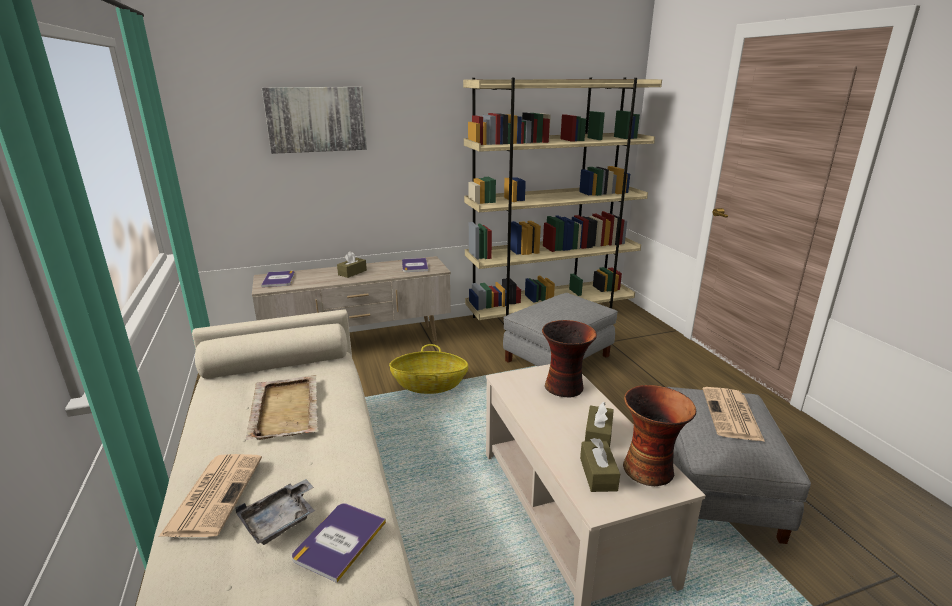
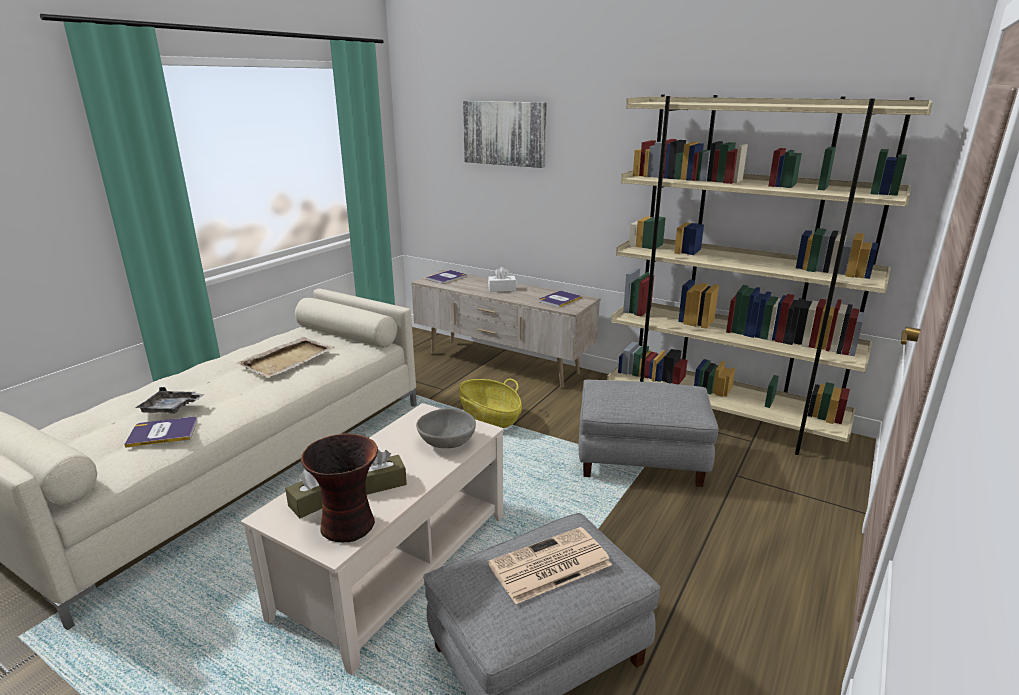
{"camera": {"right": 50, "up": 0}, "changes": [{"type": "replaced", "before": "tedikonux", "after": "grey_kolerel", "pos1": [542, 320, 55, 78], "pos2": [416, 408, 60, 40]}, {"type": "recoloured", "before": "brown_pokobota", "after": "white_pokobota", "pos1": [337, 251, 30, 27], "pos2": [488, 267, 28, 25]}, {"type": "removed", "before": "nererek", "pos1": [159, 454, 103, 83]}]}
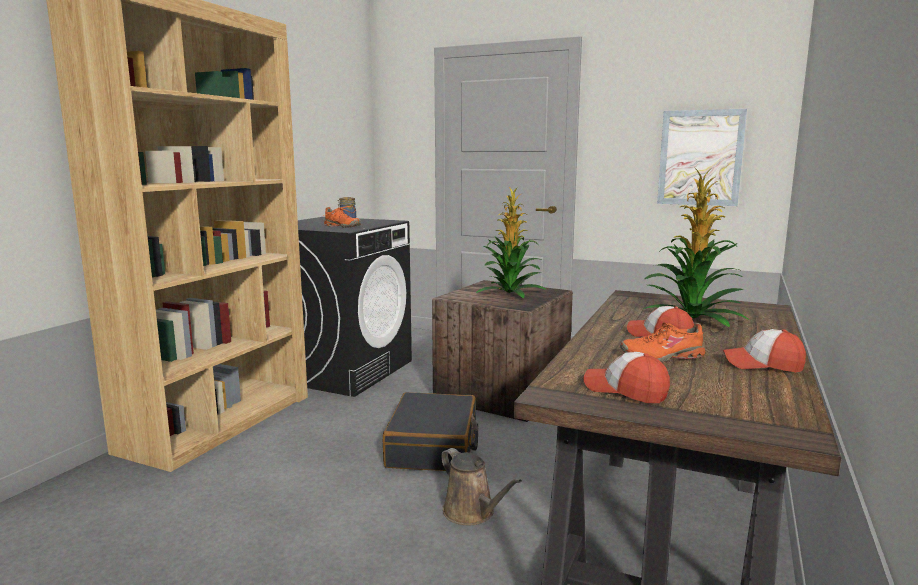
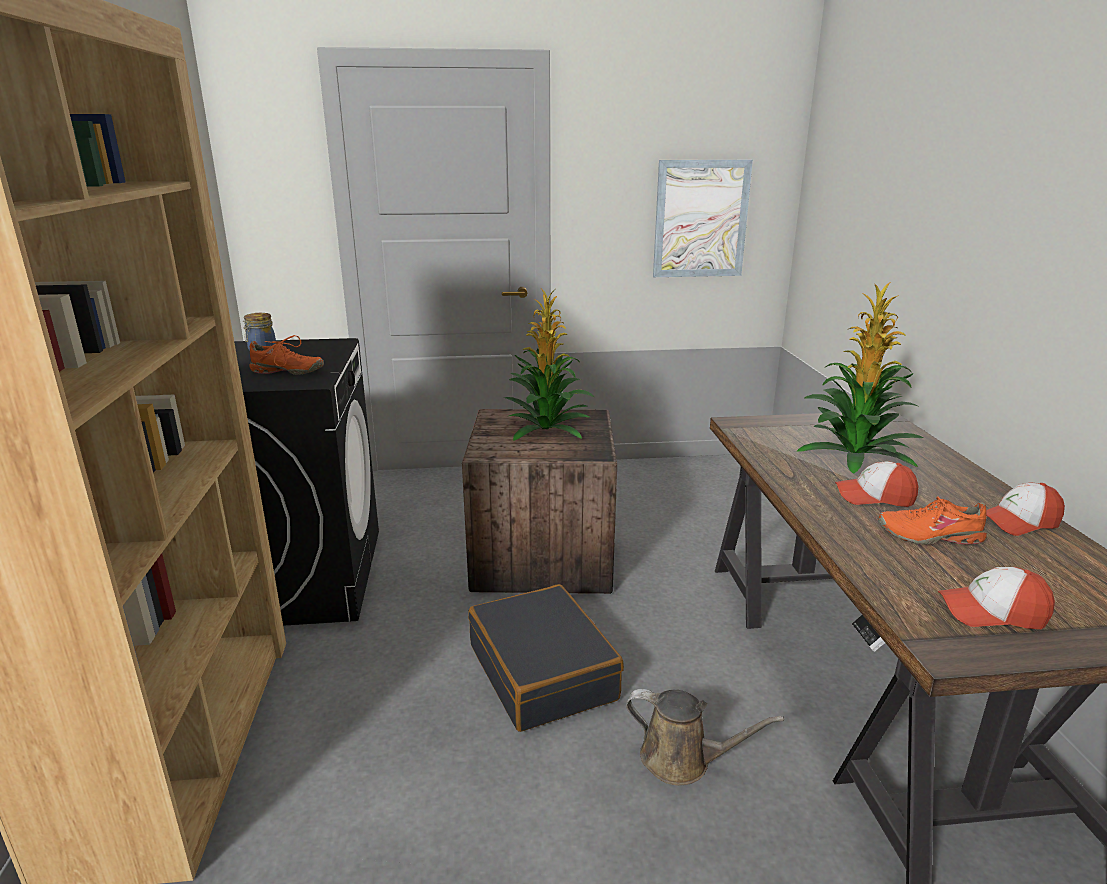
{"camera": {"right": -30, "up": 10}, "changes": [{"type": "turned", "before": "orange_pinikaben", "pos1": [620, 322, 85, 40], "pos2": [878, 496, 109, 49], "turn": 45}]}
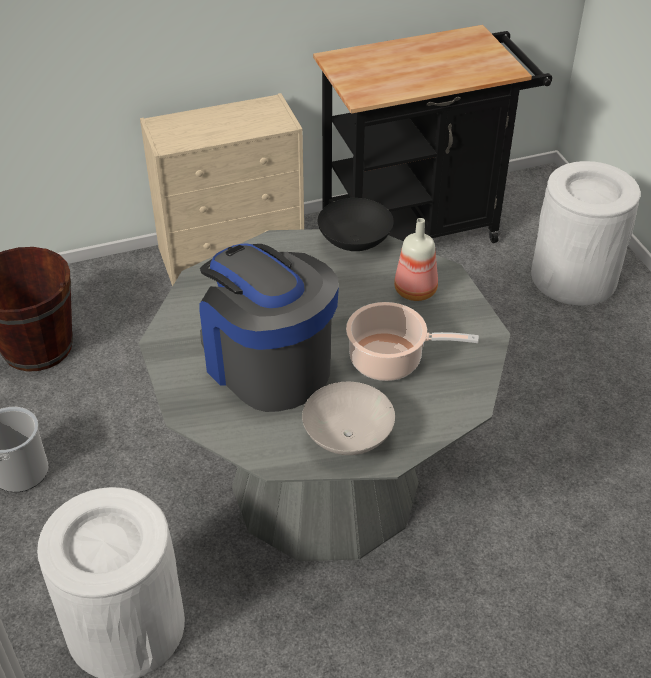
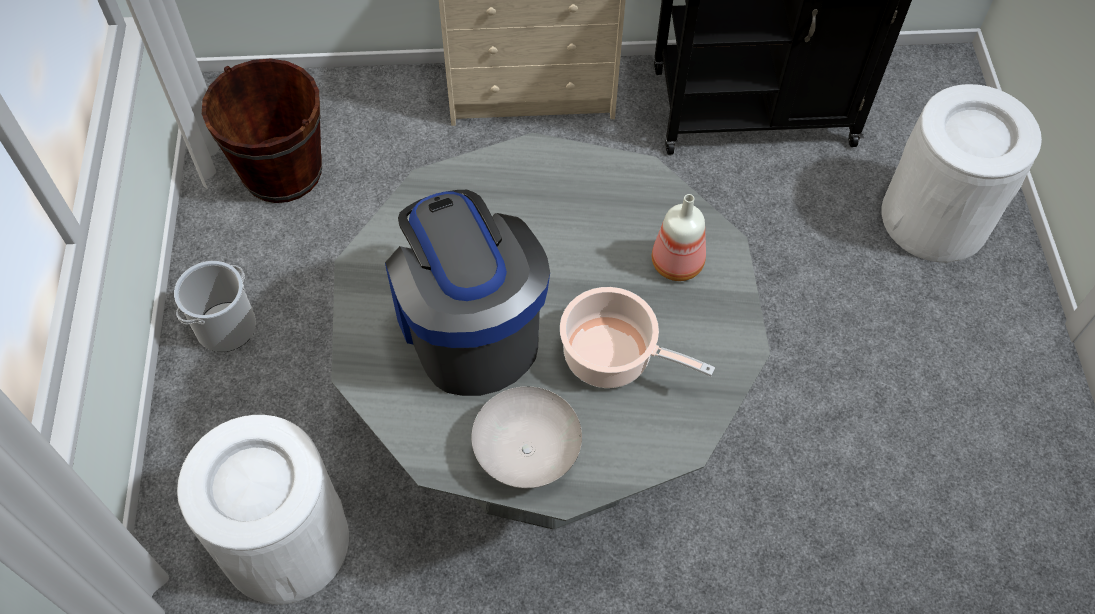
{"camera": {"right": 15, "up": 15}, "changes": [{"type": "removed", "before": "black_kolerel", "pos1": [318, 198, 76, 53]}]}
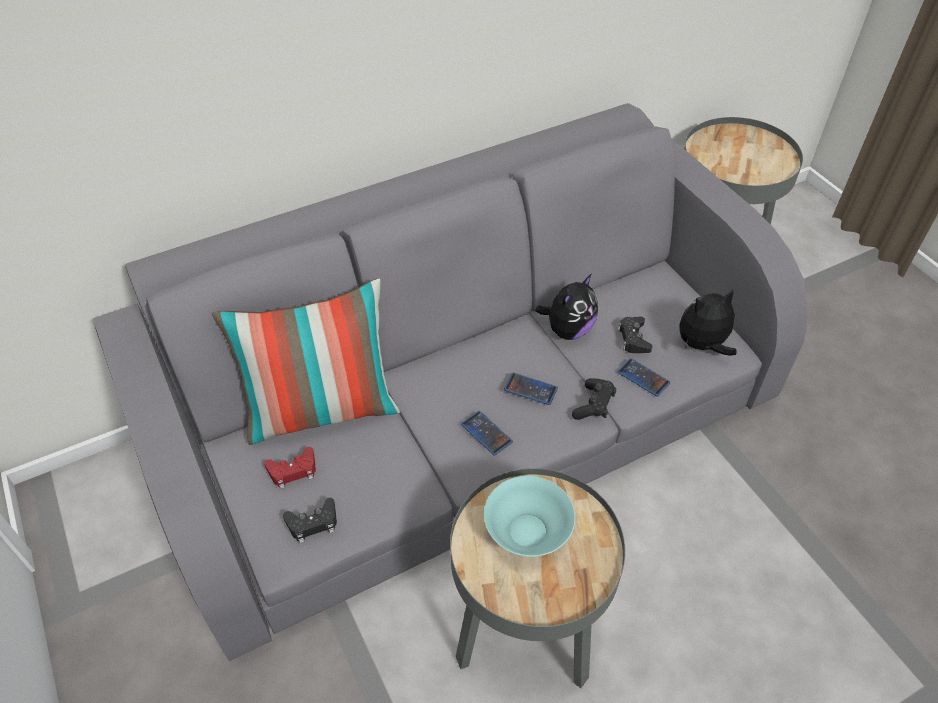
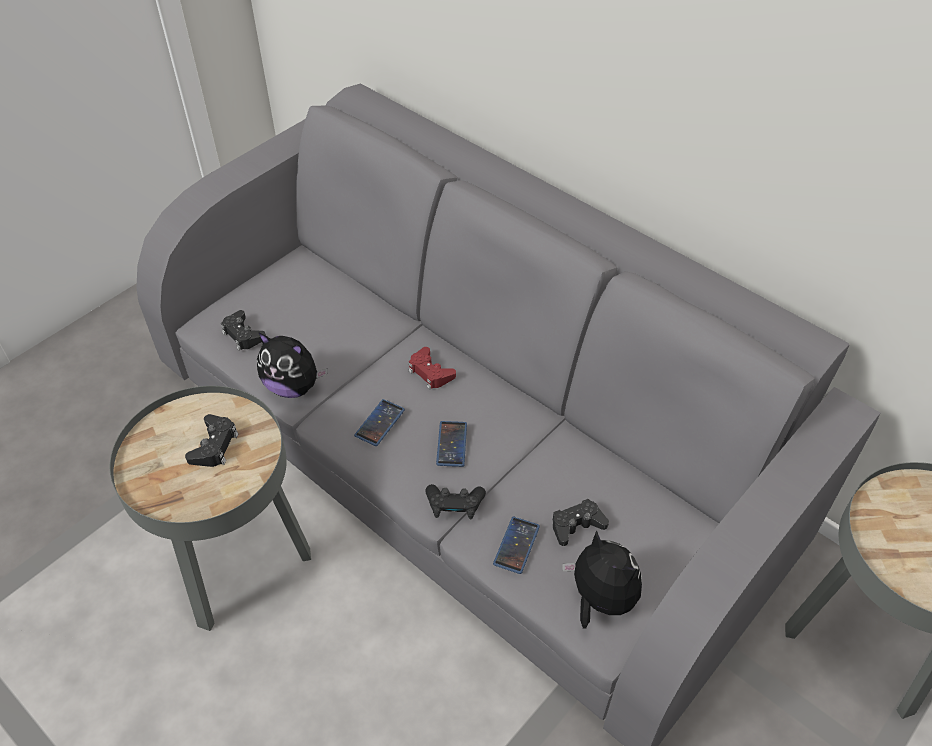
{"camera": {"right": 70, "up": 0}, "changes": [{"type": "replaced", "before": "turquoise_kolerel", "after": "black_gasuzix", "pos1": [484, 476, 91, 81], "pos2": [185, 414, 53, 53]}, {"type": "moved", "before": "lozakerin", "pos1": [536, 274, 62, 66], "pos2": [257, 332, 71, 66]}, {"type": "moved", "before": "red_gasuzix", "pos1": [264, 447, 52, 42], "pos2": [409, 347, 47, 42]}, {"type": "removed", "before": "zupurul", "pos1": [212, 278, 188, 167]}]}
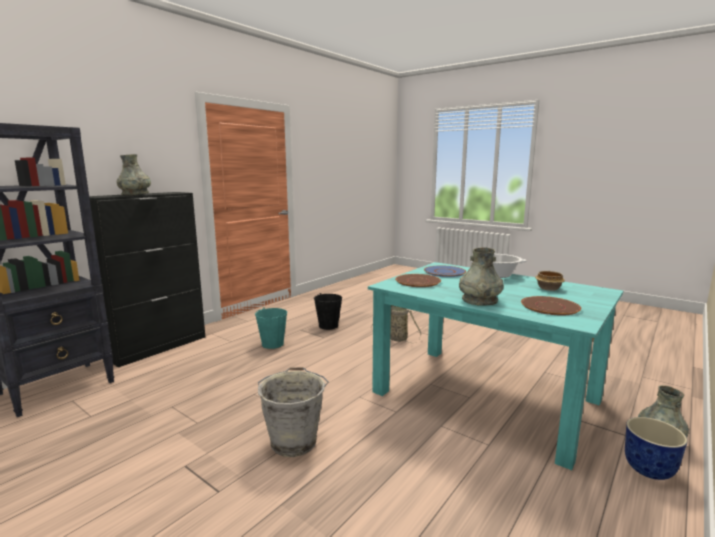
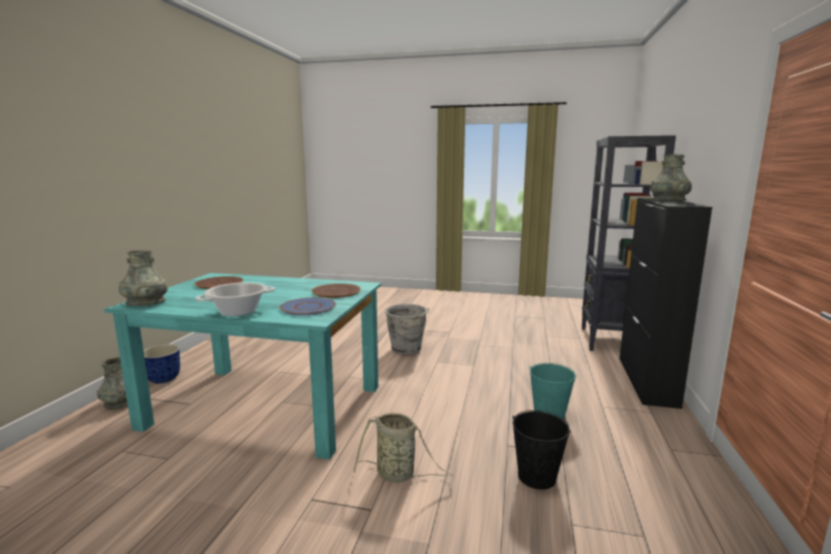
{"camera": {"right": 155, "up": 0}, "changes": [{"type": "moved", "before": "grey_tedikonux", "pos1": [459, 247, 45, 59], "pos2": [119, 250, 49, 56]}, {"type": "removed", "before": "kolerel", "pos1": [535, 271, 30, 20]}]}
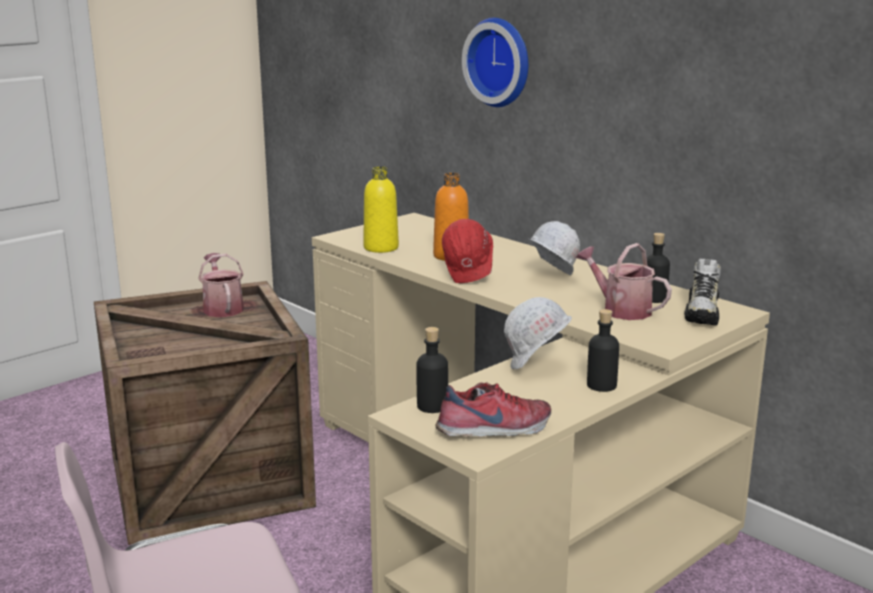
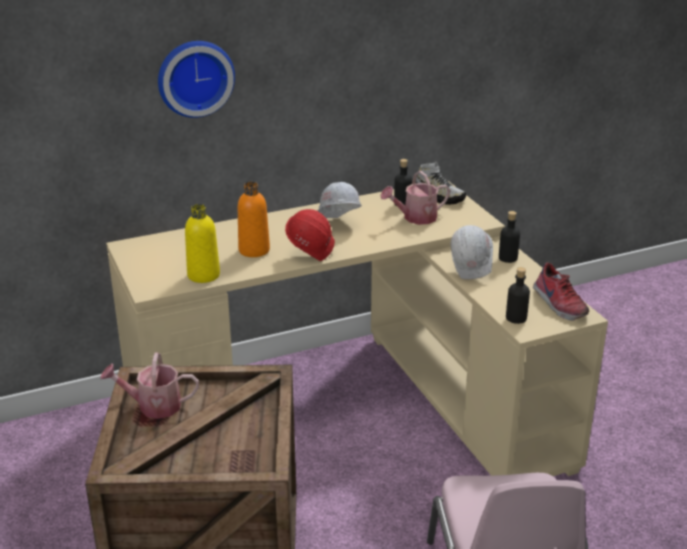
{"camera": {"right": -70, "up": 10}, "changes": [{"type": "turned", "before": "pinikaben", "pos1": [435, 382, 116, 54], "pos2": [533, 262, 56, 59], "turn": 150}]}
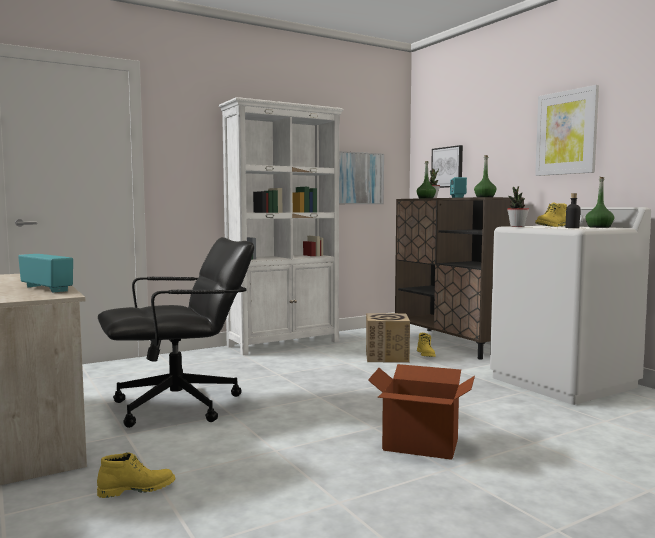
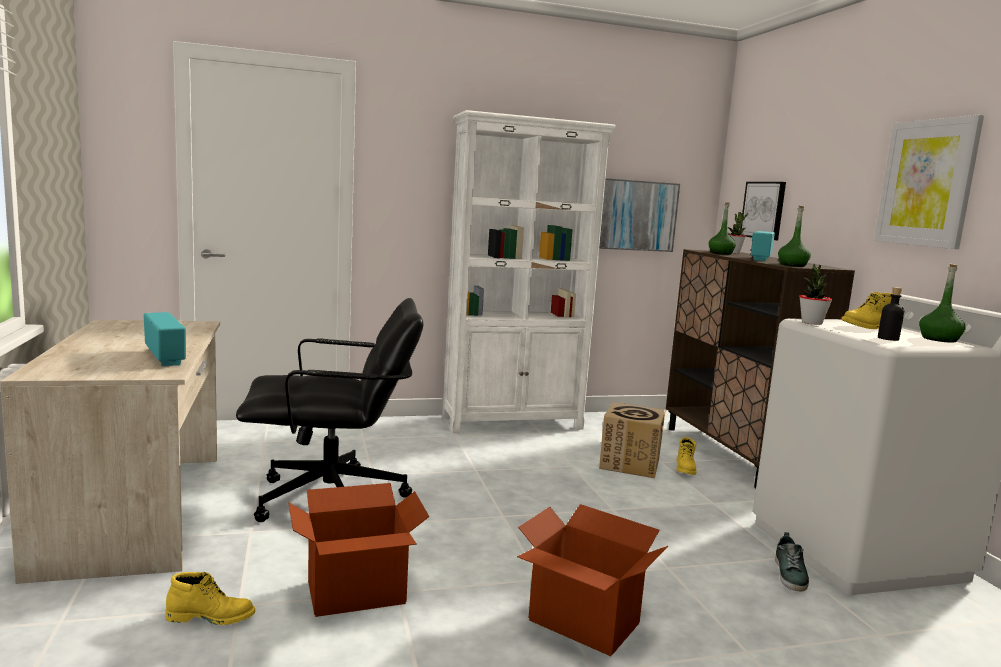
{"camera": {"right": 15, "up": 5}, "changes": [{"type": "added", "after": "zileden", "pos2": [288, 483, 141, 134]}, {"type": "added", "after": "pinikaben", "pos2": [775, 532, 34, 59]}]}
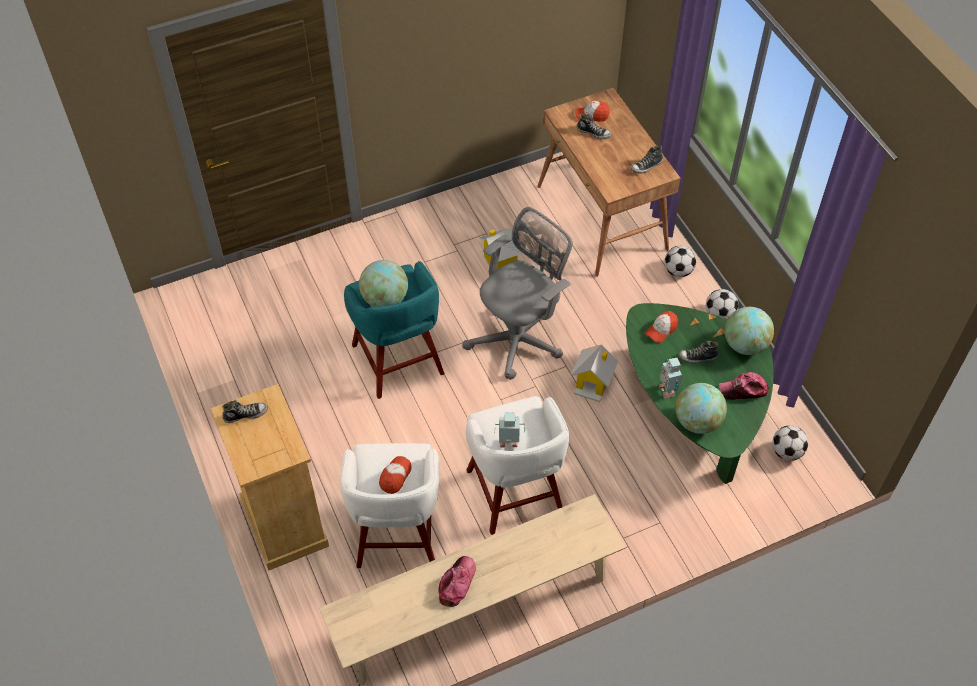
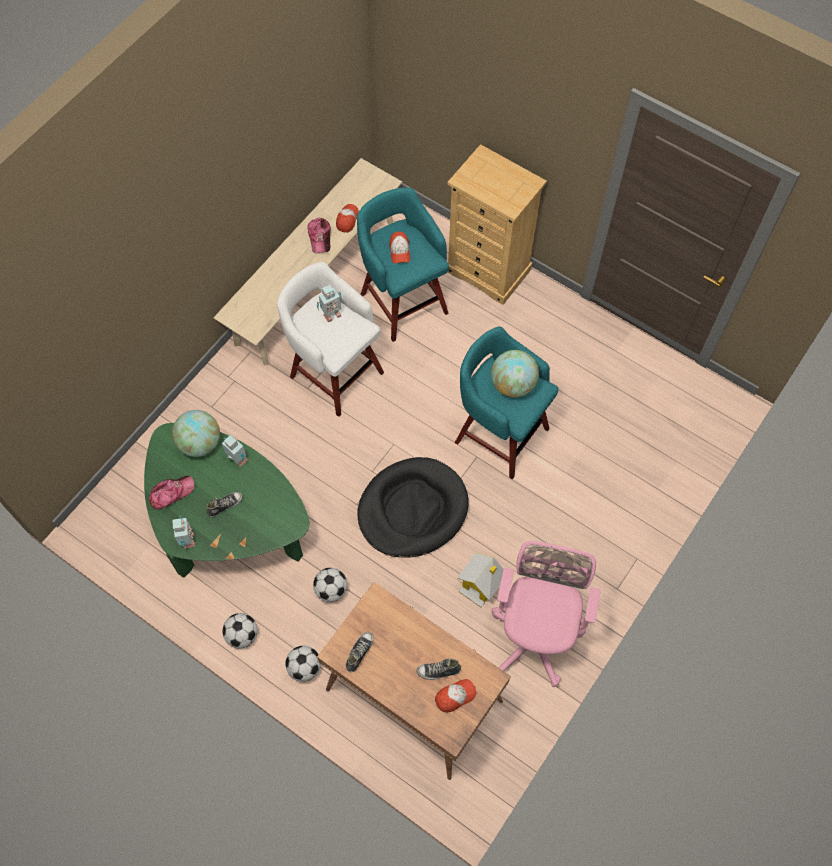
{"camera": {"right": 150, "up": 10}, "changes": [{"type": "replaced", "before": "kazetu", "after": "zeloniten", "pos1": [725, 307, 49, 48], "pos2": [172, 516, 23, 32]}, {"type": "moved", "before": "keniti", "pos1": [772, 426, 36, 35], "pos2": [313, 568, 34, 34]}, {"type": "moved", "before": "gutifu", "pos1": [645, 311, 33, 32], "pos2": [336, 204, 23, 29]}, {"type": "recoloured", "before": "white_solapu", "after": "turquoise_solapu", "pos1": [340, 443, 100, 125], "pos2": [357, 188, 92, 154]}, {"type": "replaced", "before": "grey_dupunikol", "after": "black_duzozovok", "pos1": [462, 207, 111, 173], "pos2": [357, 457, 112, 101]}, {"type": "added", "after": "pink_dupunikol", "pos2": [492, 541, 108, 146]}, {"type": "removed", "before": "pinikaben", "pos1": [222, 400, 46, 23]}, {"type": "removed", "before": "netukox", "pos1": [571, 344, 47, 58]}]}
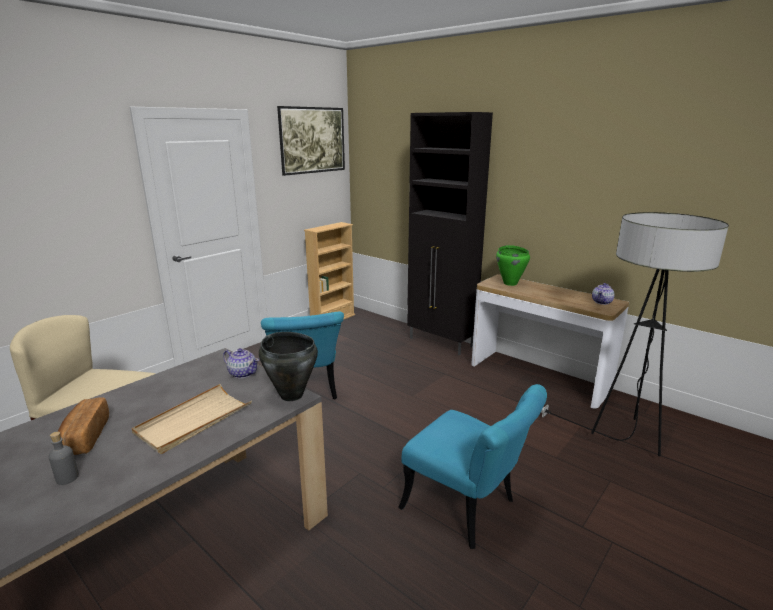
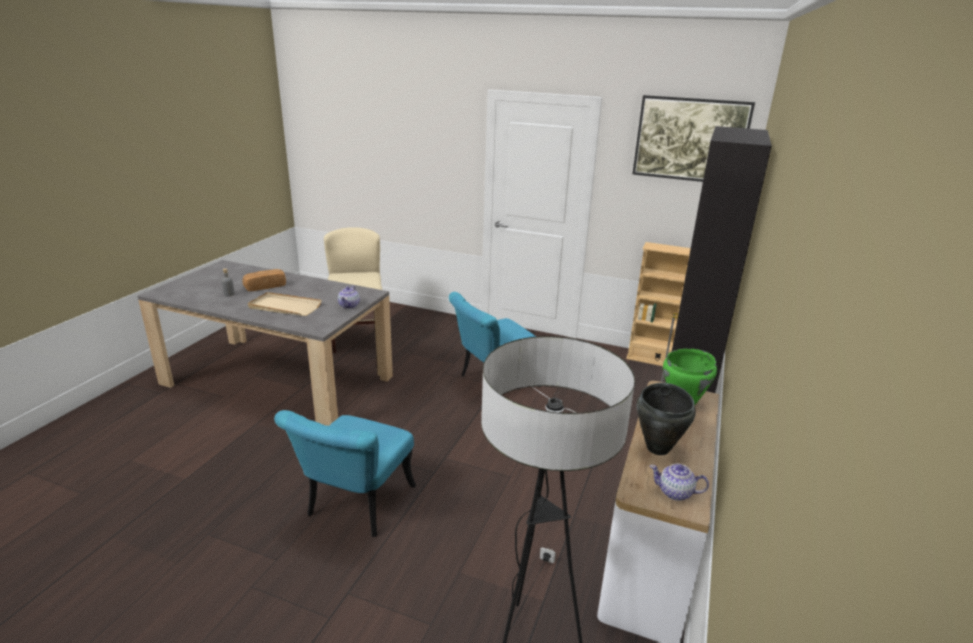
{"camera": {"right": 70, "up": 5}, "changes": [{"type": "moved", "before": "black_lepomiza", "pos1": [259, 332, 59, 69], "pos2": [637, 383, 59, 72]}]}
